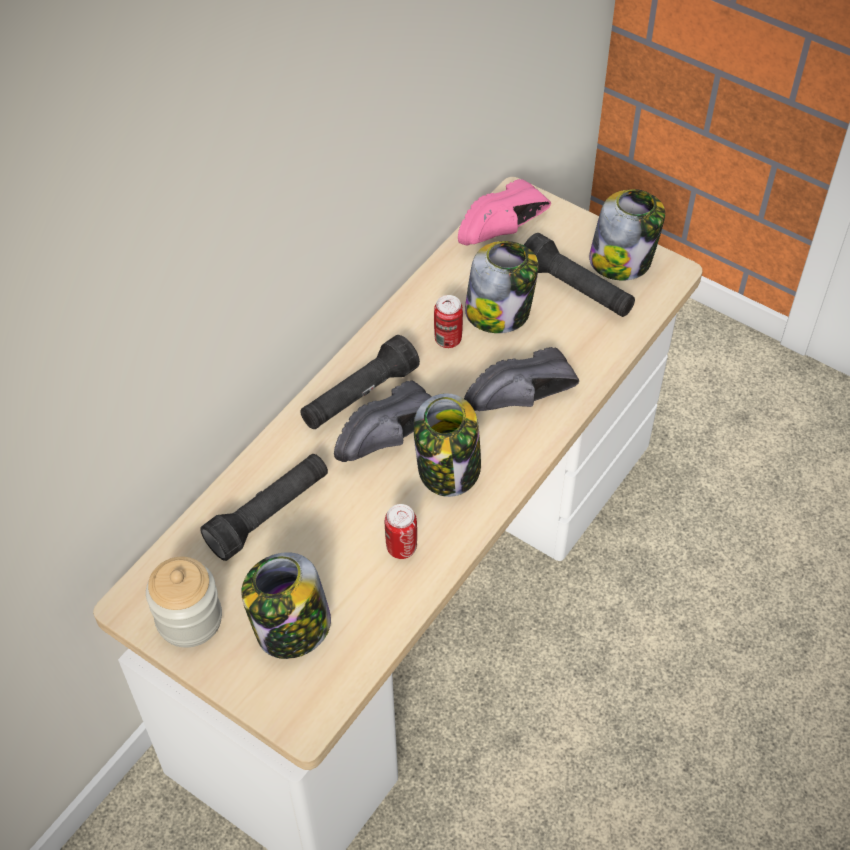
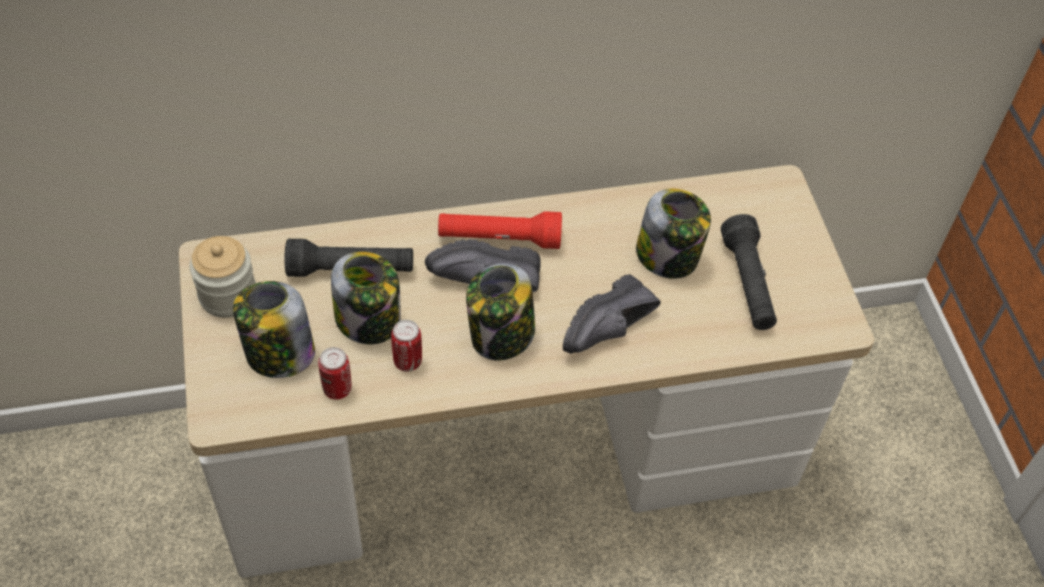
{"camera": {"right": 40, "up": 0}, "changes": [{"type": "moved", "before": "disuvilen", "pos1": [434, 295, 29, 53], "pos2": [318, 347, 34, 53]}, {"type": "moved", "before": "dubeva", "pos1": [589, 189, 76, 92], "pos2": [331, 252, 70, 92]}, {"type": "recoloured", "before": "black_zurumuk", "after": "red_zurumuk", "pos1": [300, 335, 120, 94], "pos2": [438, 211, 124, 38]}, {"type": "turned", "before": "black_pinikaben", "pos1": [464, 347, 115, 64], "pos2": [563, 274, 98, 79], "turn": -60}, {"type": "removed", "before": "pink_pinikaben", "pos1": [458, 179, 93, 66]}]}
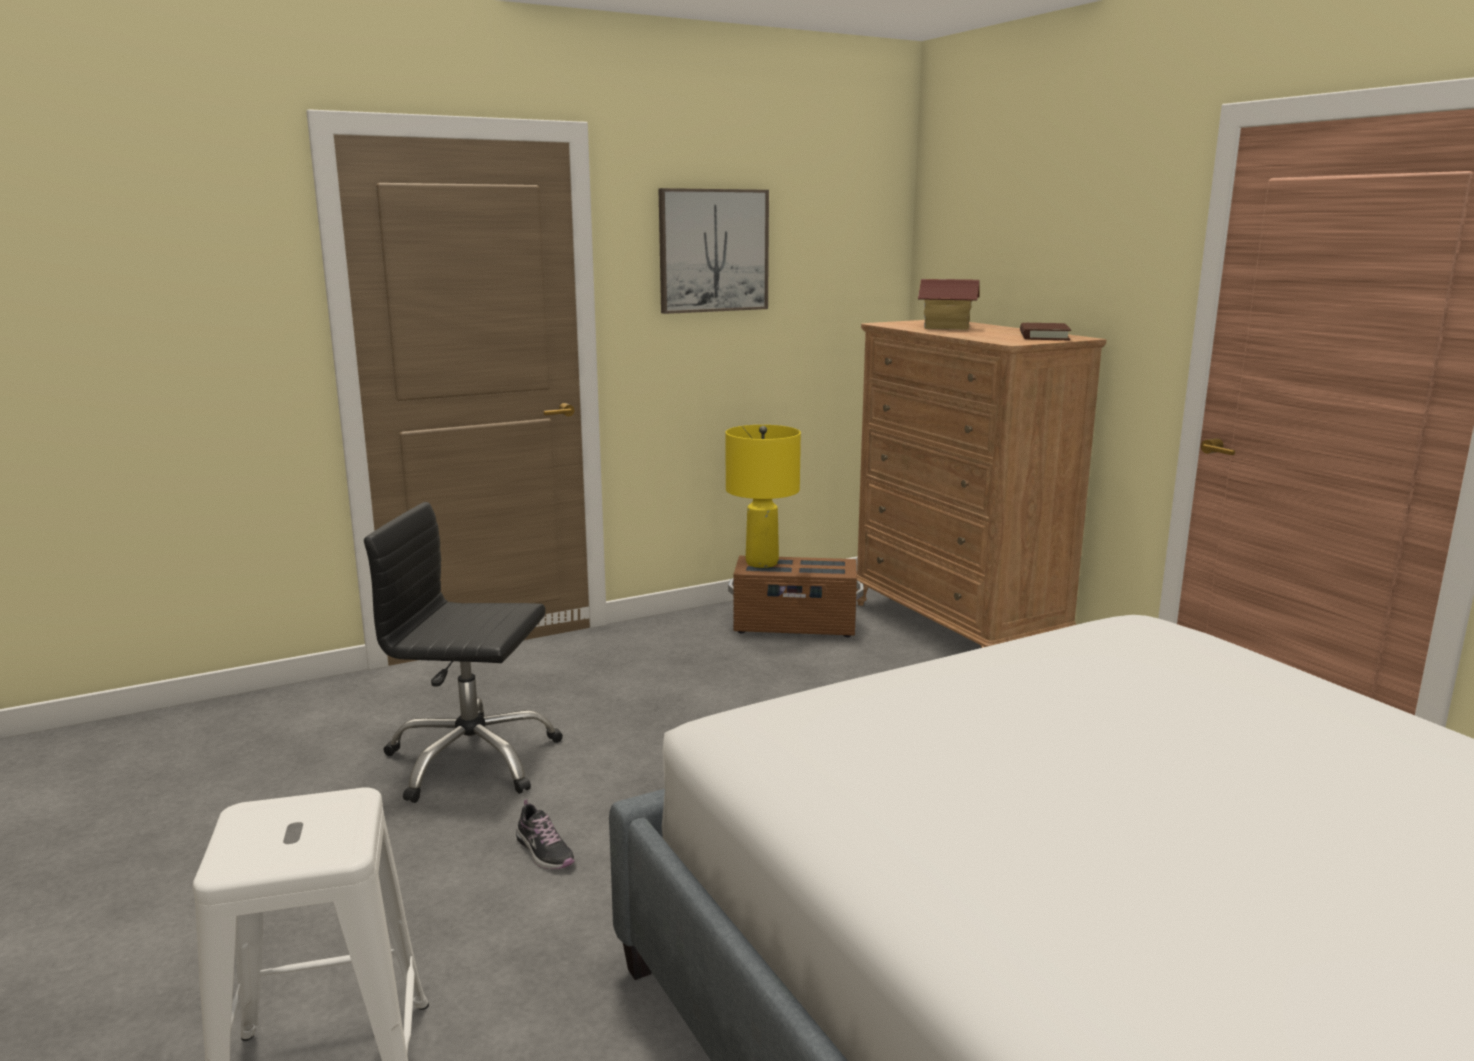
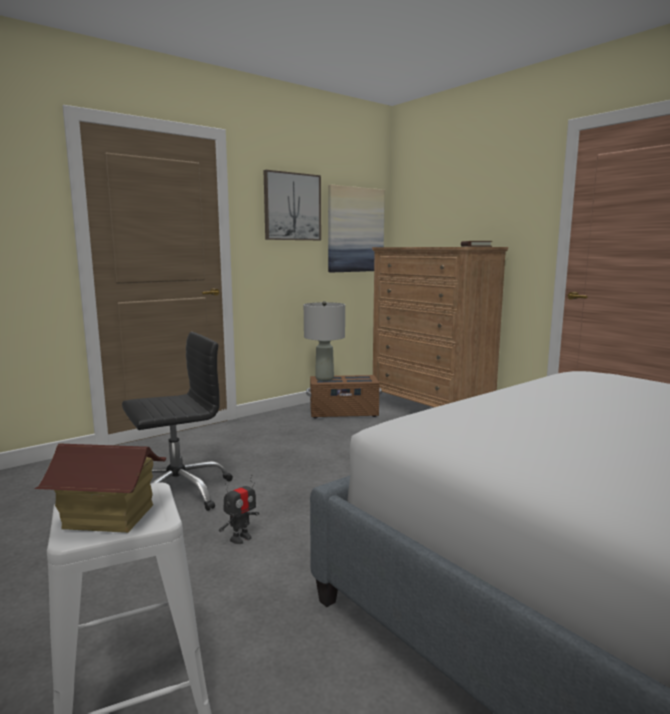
{"camera": {"right": -10, "up": -5}, "changes": [{"type": "moved", "before": "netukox", "pos1": [918, 279, 62, 51], "pos2": [35, 444, 132, 89]}, {"type": "turned", "before": "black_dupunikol", "pos1": [364, 502, 199, 301], "pos2": [122, 332, 111, 179], "turn": 150}, {"type": "replaced", "before": "pinikaben", "after": "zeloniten", "pos1": [516, 799, 59, 71], "pos2": [219, 475, 40, 69]}, {"type": "recoloured", "before": "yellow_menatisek", "after": "grey_menatisek", "pos1": [726, 425, 75, 143], "pos2": [304, 301, 41, 80]}, {"type": "added", "after": "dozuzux", "pos2": [328, 185, 57, 87]}]}
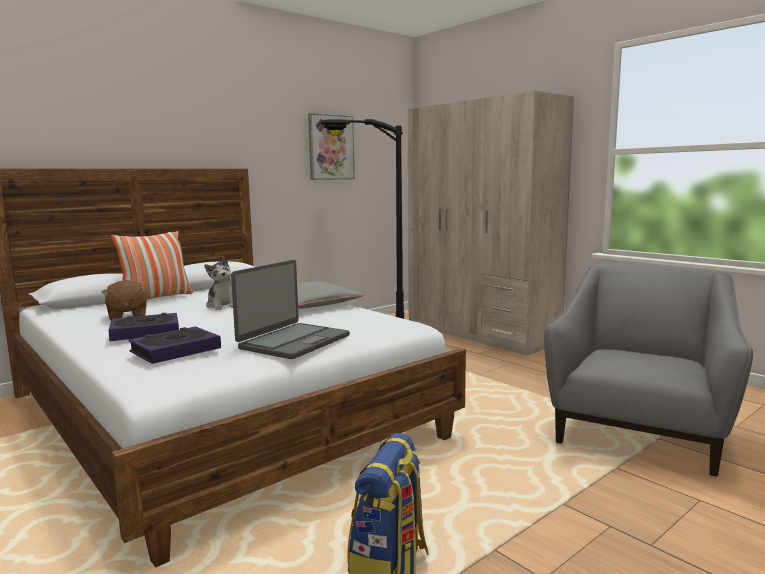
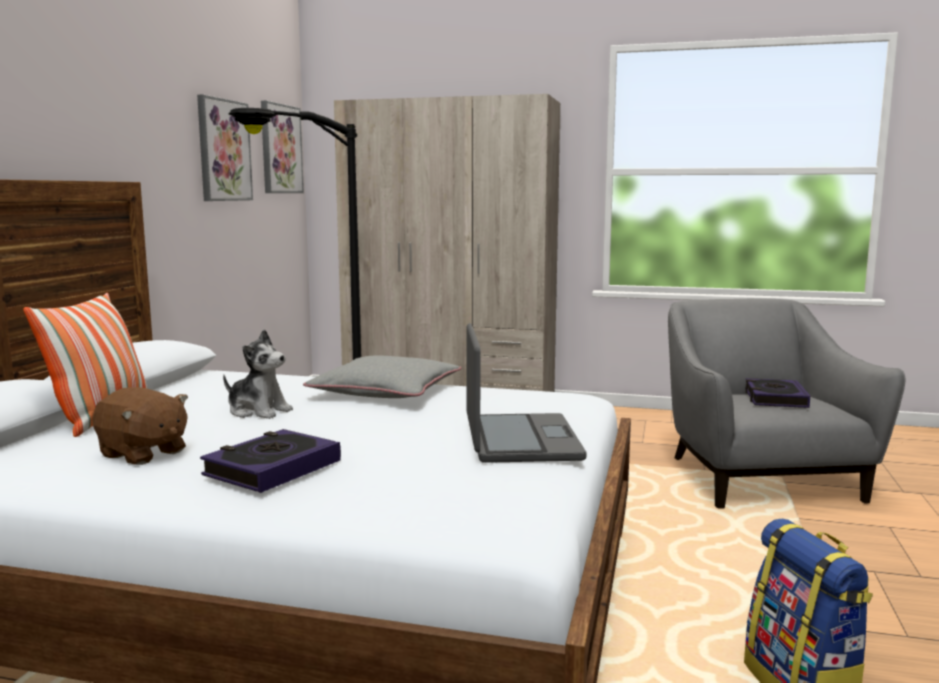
{"camera": {"right": -35, "up": 0}, "changes": [{"type": "added", "after": "dozuzux", "pos2": [261, 101, 43, 92]}, {"type": "moved", "before": "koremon", "pos1": [128, 326, 93, 38], "pos2": [745, 378, 65, 30]}]}
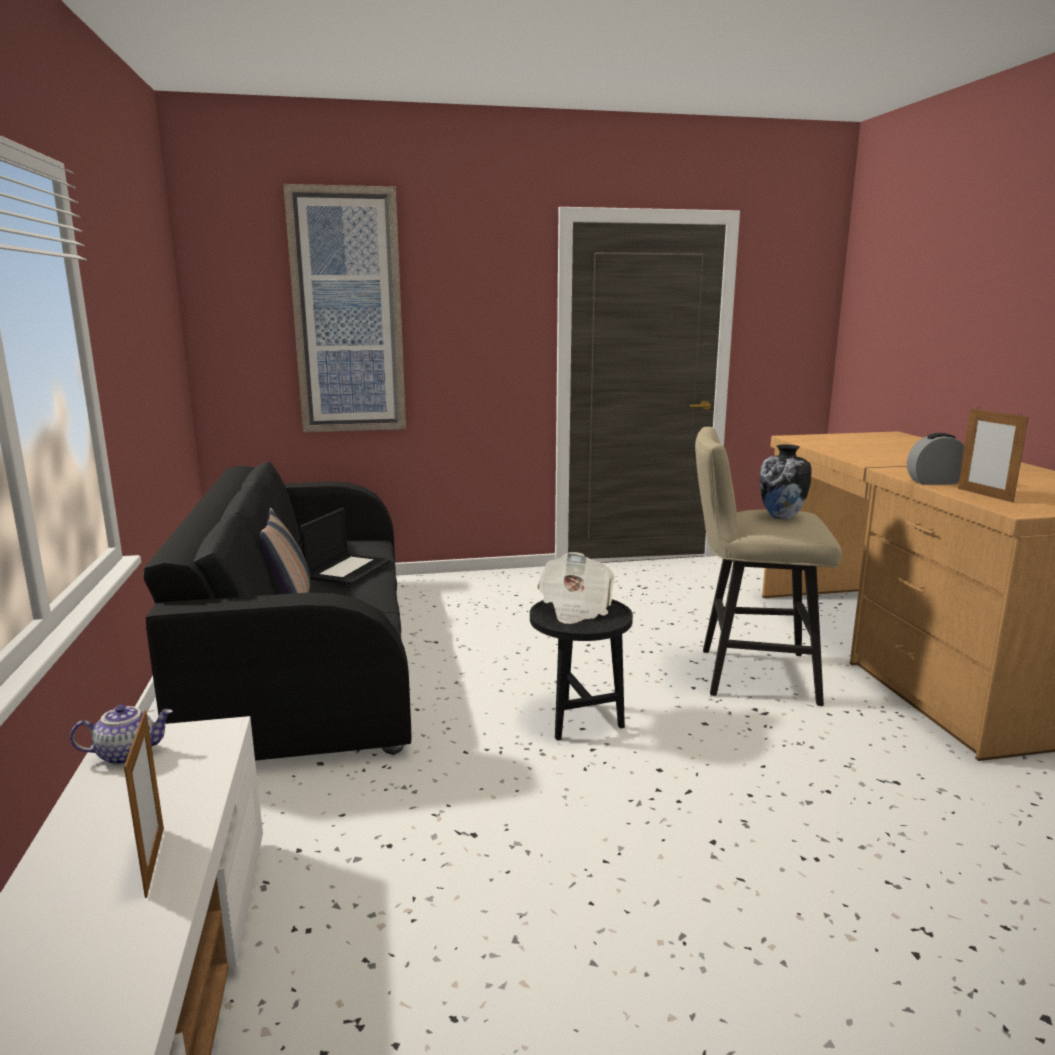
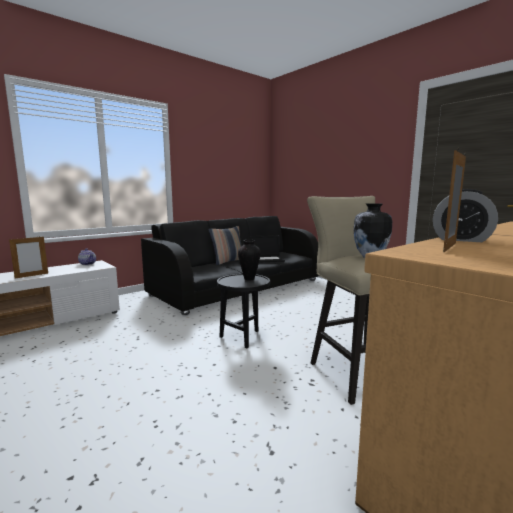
{"camera": {"right": 60, "up": -5}, "changes": [{"type": "replaced", "before": "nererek", "after": "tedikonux", "pos1": [537, 552, 78, 72], "pos2": [238, 240, 23, 40]}, {"type": "turned", "before": "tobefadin", "pos1": [907, 433, 58, 52], "pos2": [433, 189, 65, 53], "turn": 150}, {"type": "removed", "before": "dozuzux", "pos1": [284, 184, 122, 248]}]}
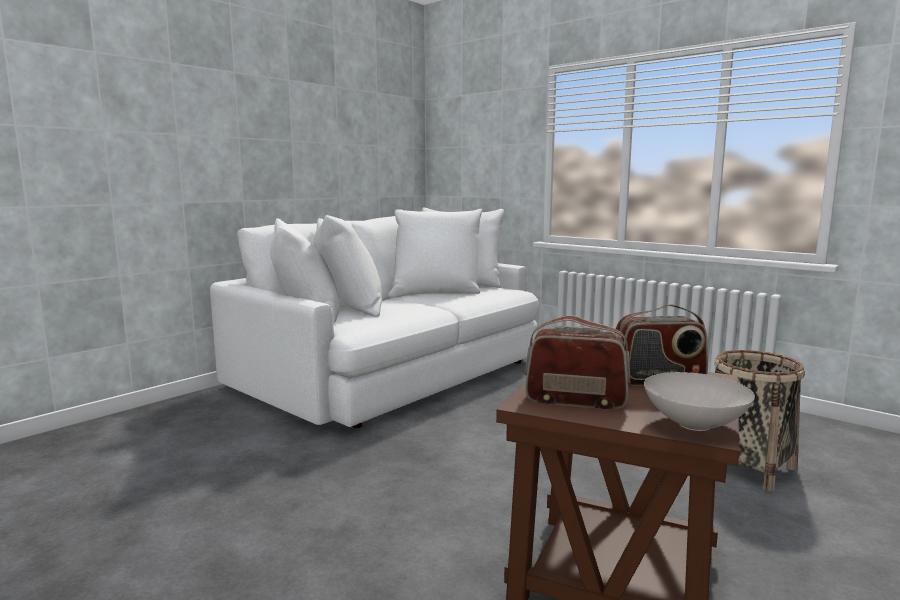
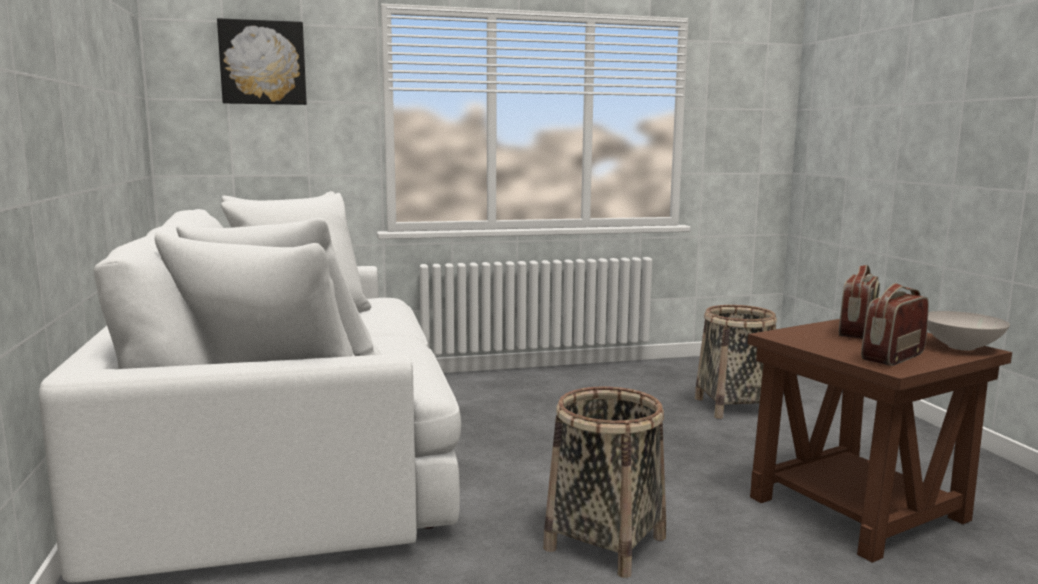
{"camera": {"right": -55, "up": 0}, "changes": [{"type": "added", "after": "dozuzux", "pos2": [217, 18, 90, 87]}, {"type": "added", "after": "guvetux", "pos2": [543, 386, 123, 192]}]}
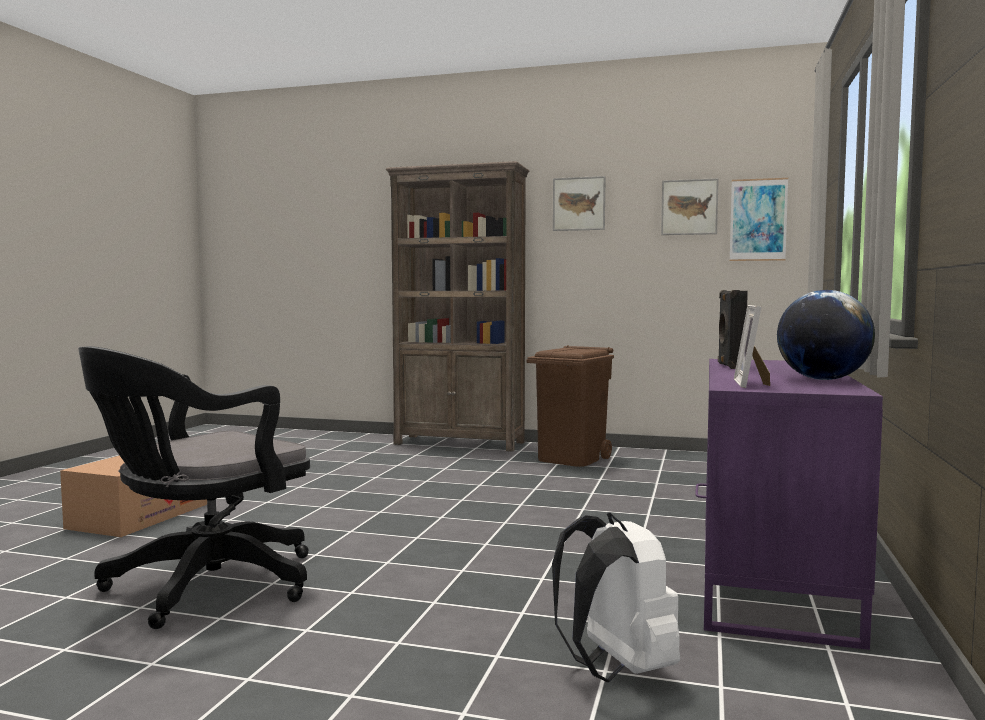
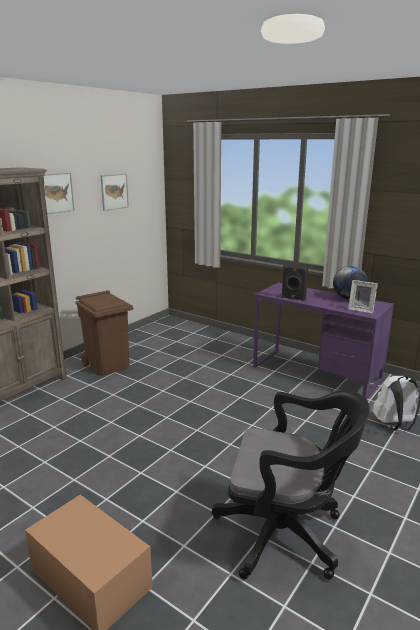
{"camera": {"right": -70, "up": 15}, "changes": [{"type": "turned", "before": "black_dupunikol", "pos1": [78, 346, 232, 283], "pos2": [212, 390, 158, 190], "turn": -45}, {"type": "removed", "before": "dozuzux", "pos1": [730, 178, 58, 83]}]}
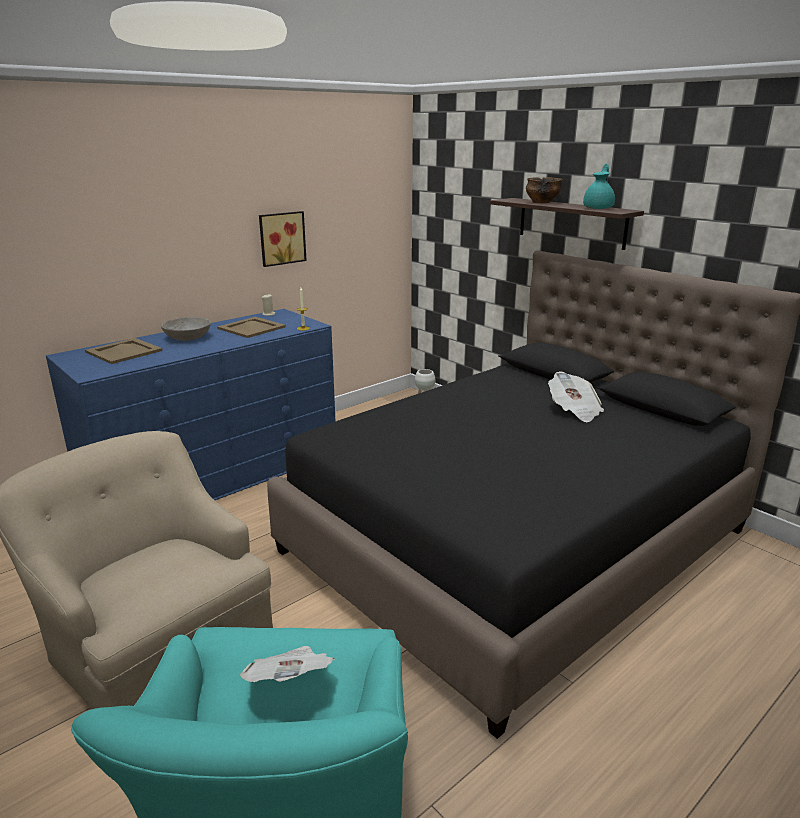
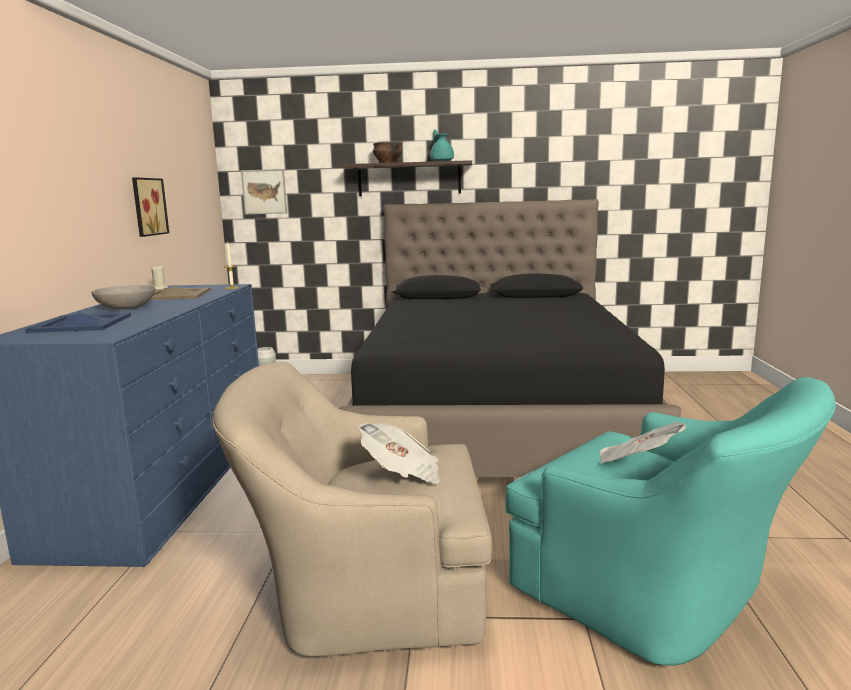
{"camera": {"right": -45, "up": -10}, "changes": [{"type": "recoloured", "before": "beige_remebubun", "after": "blue_remebubun", "pos1": [85, 338, 77, 26], "pos2": [25, 313, 106, 20]}, {"type": "added", "after": "dozuzux", "pos2": [241, 169, 46, 46]}, {"type": "moved", "before": "nererek", "pos1": [548, 372, 56, 51], "pos2": [359, 423, 81, 61]}]}
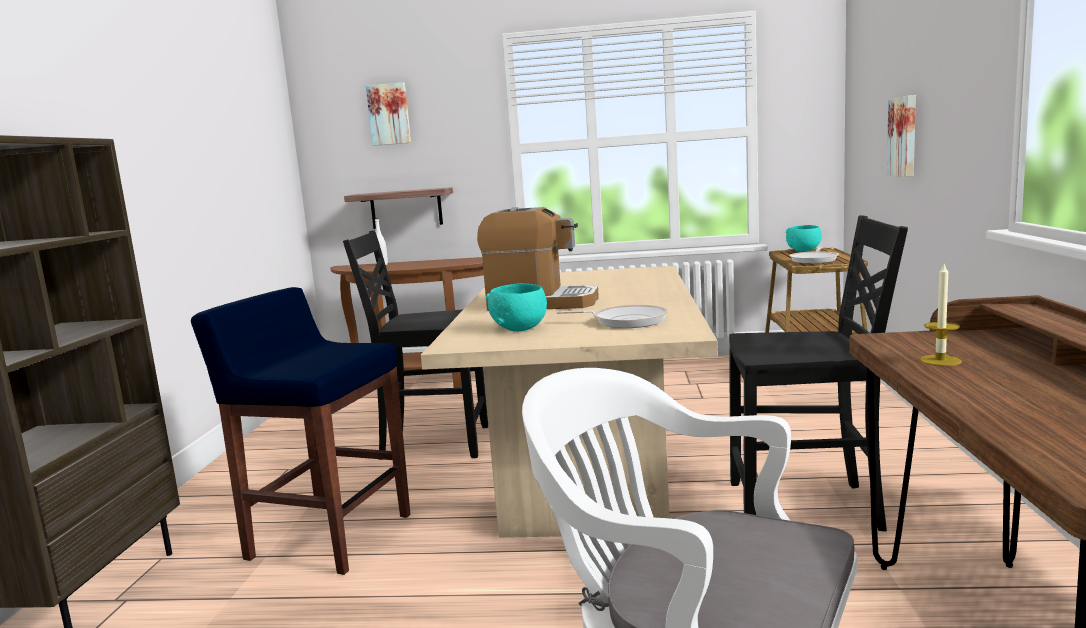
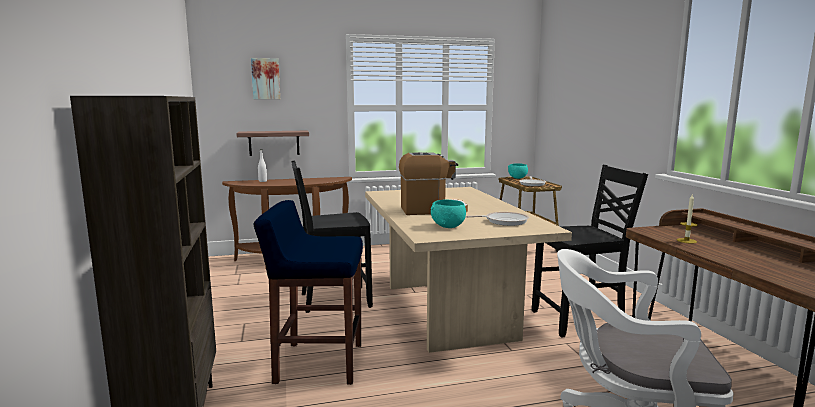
{"camera": {"right": -20, "up": 0}, "changes": [{"type": "removed", "before": "dozuzux", "pos1": [887, 95, 29, 82]}]}
